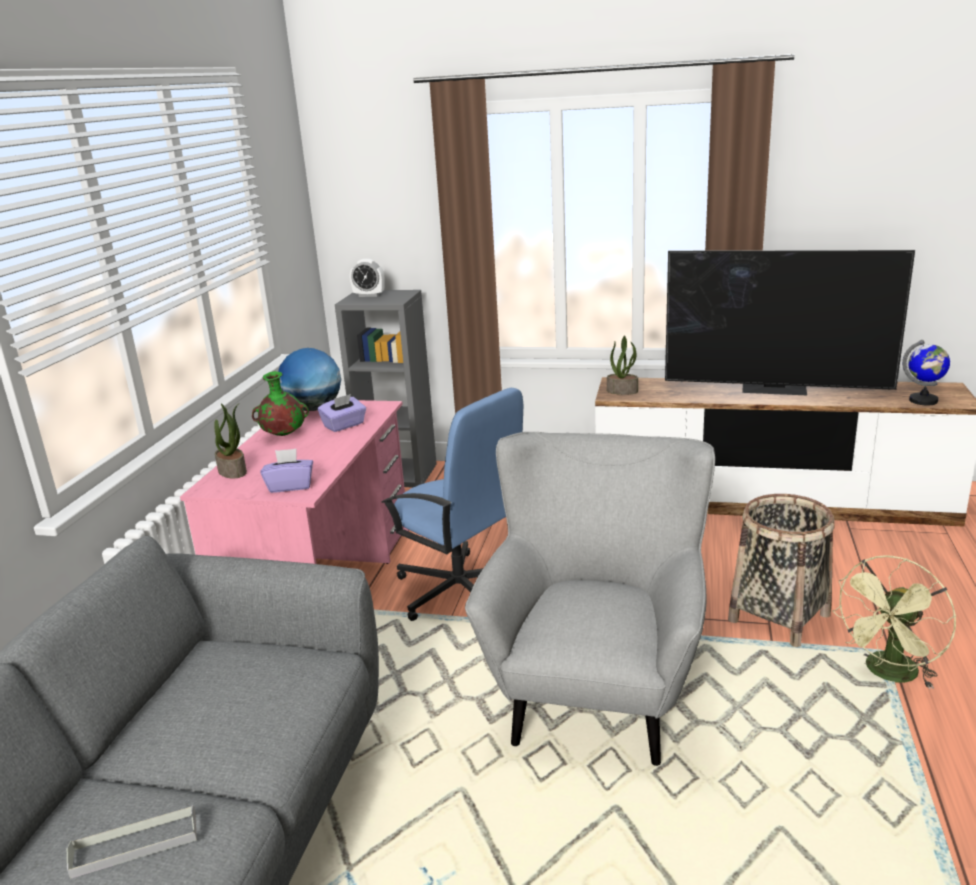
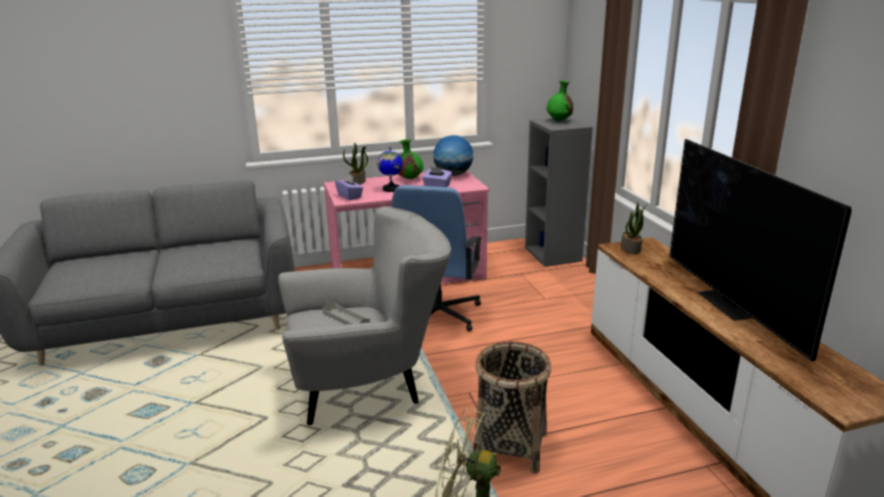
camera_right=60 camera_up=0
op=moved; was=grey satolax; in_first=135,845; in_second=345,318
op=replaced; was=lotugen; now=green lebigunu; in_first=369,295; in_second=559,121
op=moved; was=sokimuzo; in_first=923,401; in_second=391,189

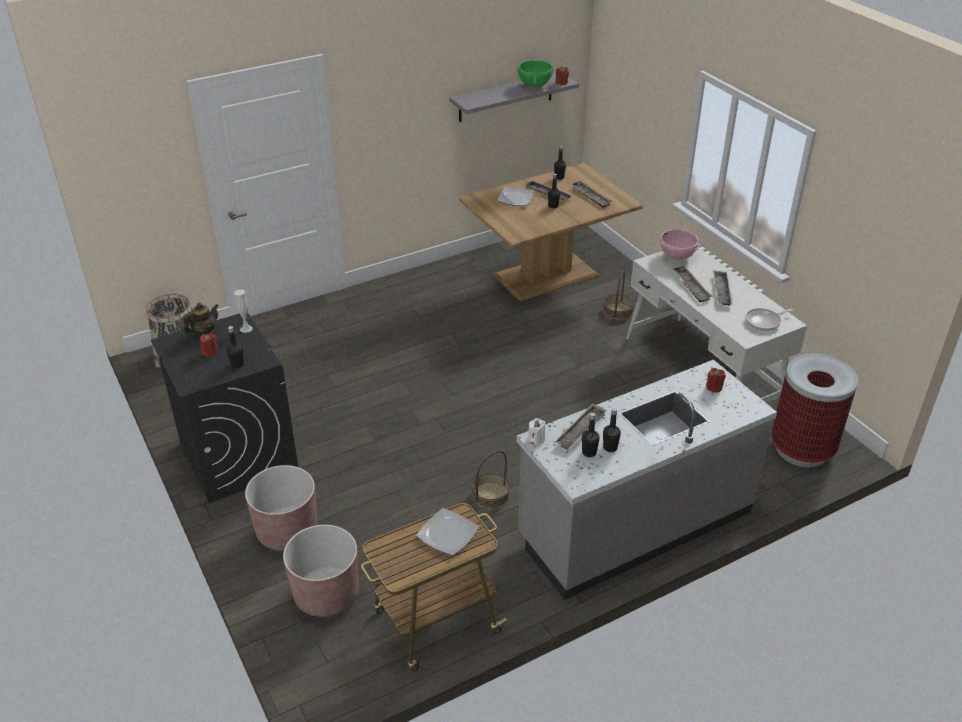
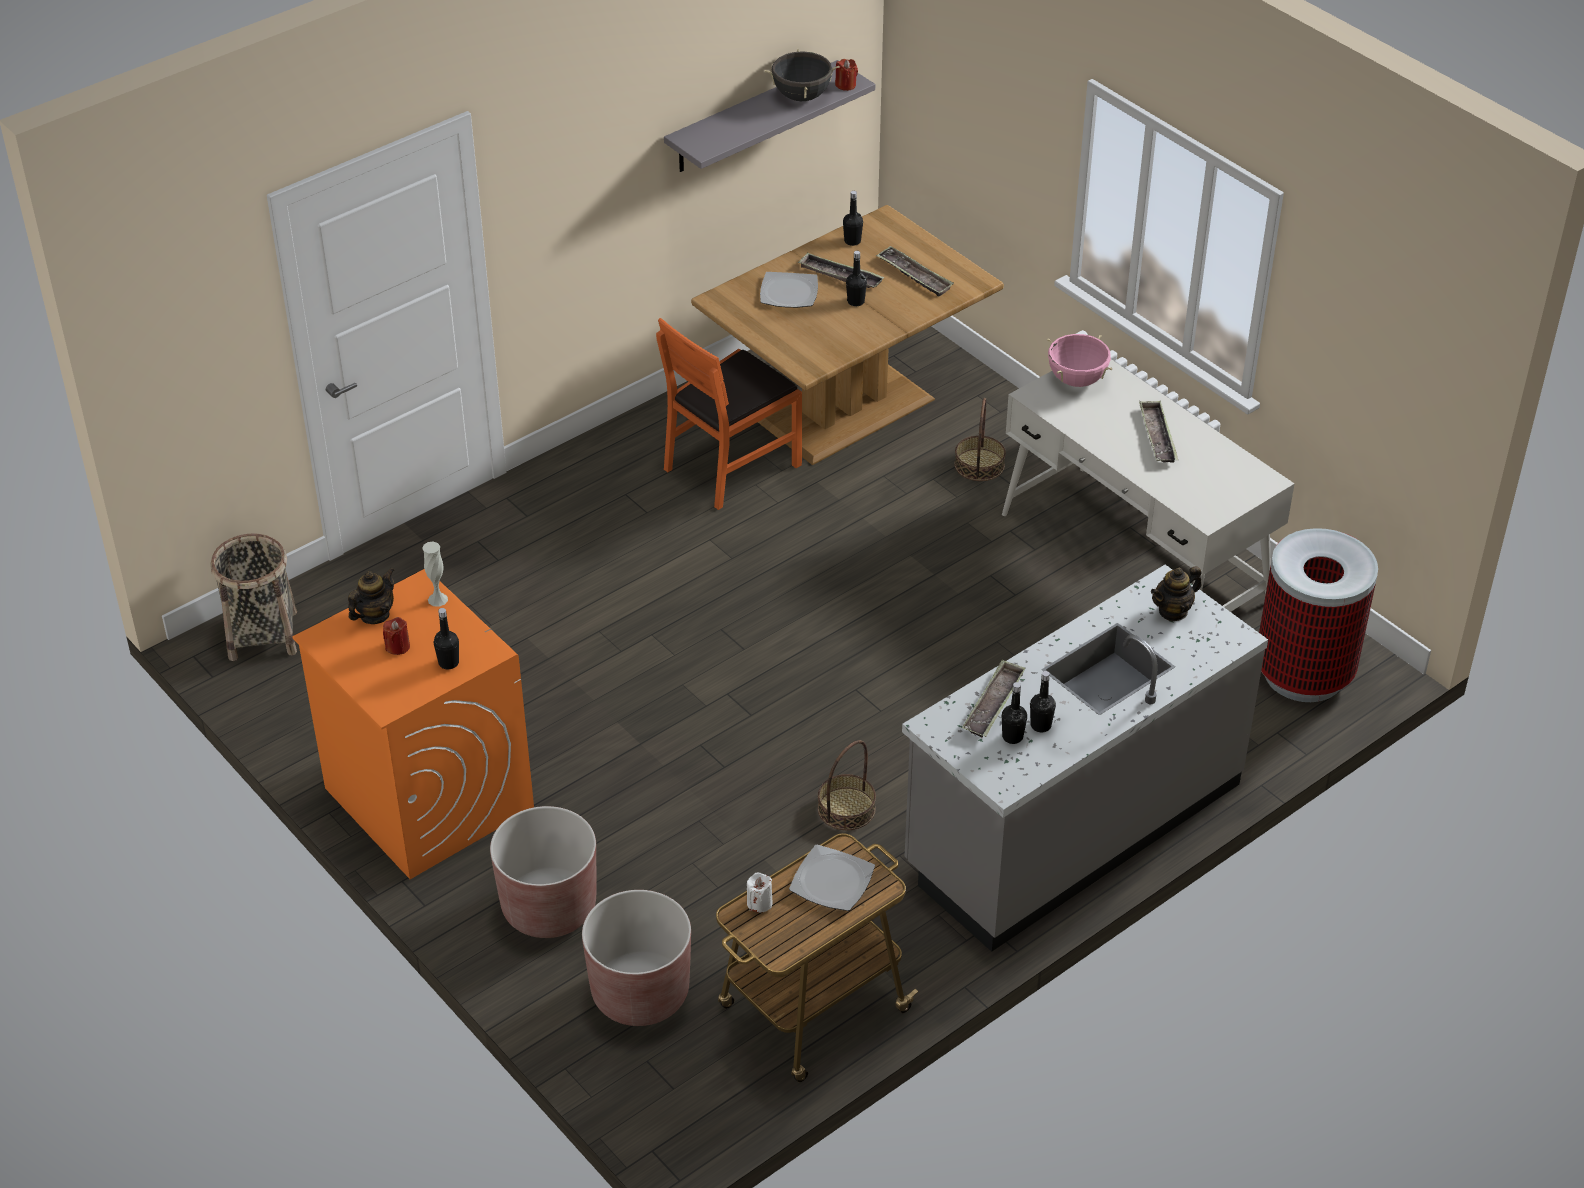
camera_right=-10 camera_up=5
op=recoloured; was=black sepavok; now=orange sepavok; in_first=237,456; in_second=427,797
op=recoloured; was=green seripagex; now=black seripagex; in_first=534,85; in_second=802,96
op=moved; was=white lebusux; in_first=536,439; in_second=759,903
op=removed; was=satolax; in_first=691,286
op=replaced; was=red lebusux; now=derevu; in_first=714,387; in_second=1173,611
op=removed; was=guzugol; in_first=764,322
op=added; now=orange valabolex; in_second=731,465

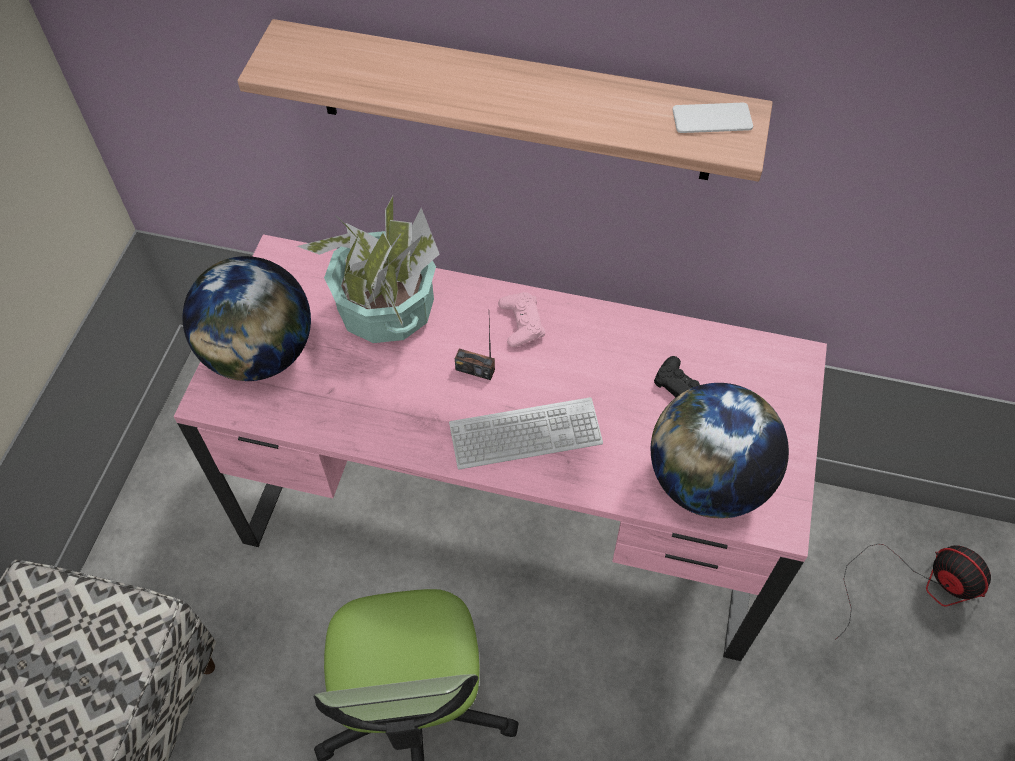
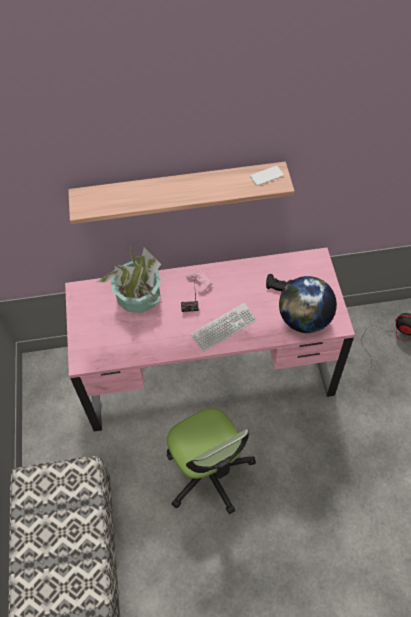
camera_right=-20 camera_up=0
op=removed; was=sokimuzo; in_first=260,354

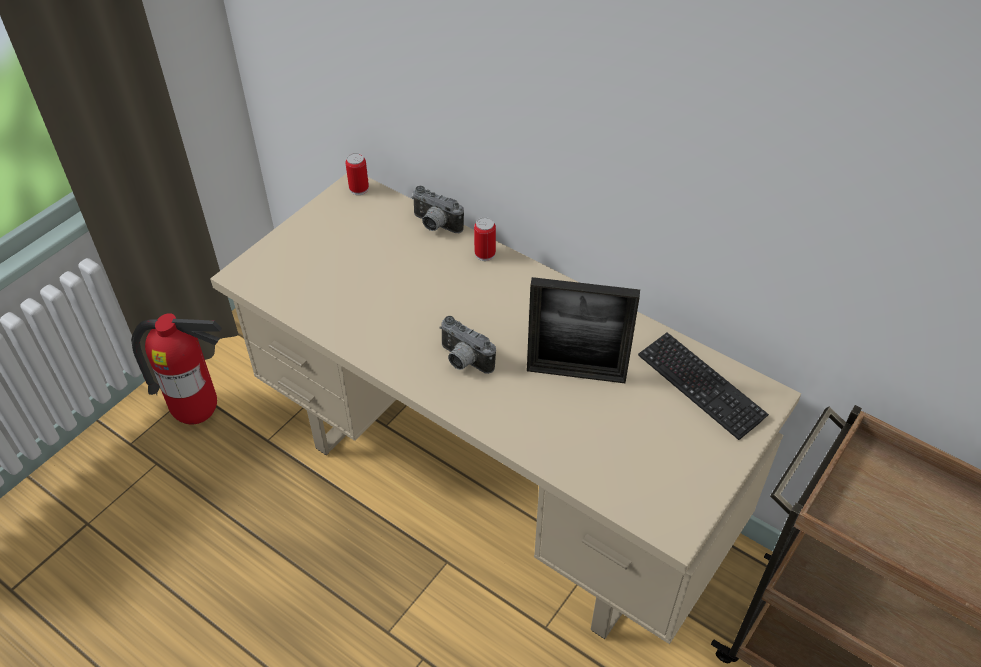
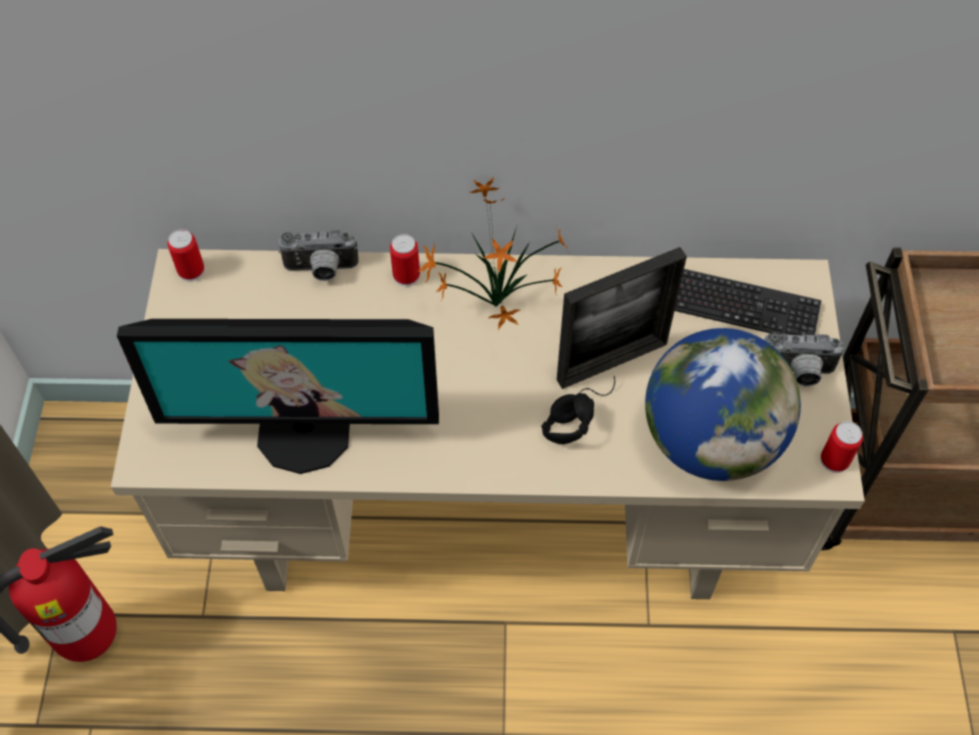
camera_right=-35 camera_up=10
op=moved; was=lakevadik; in_first=463,361; in_second=796,373
op=added; now=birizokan; in_second=304,433
op=added; now=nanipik; in_second=491,305
op=added; now=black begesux; in_second=576,412
op=added; now=sokimuzo; in_second=710,440
op=added; now=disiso; in_second=834,460

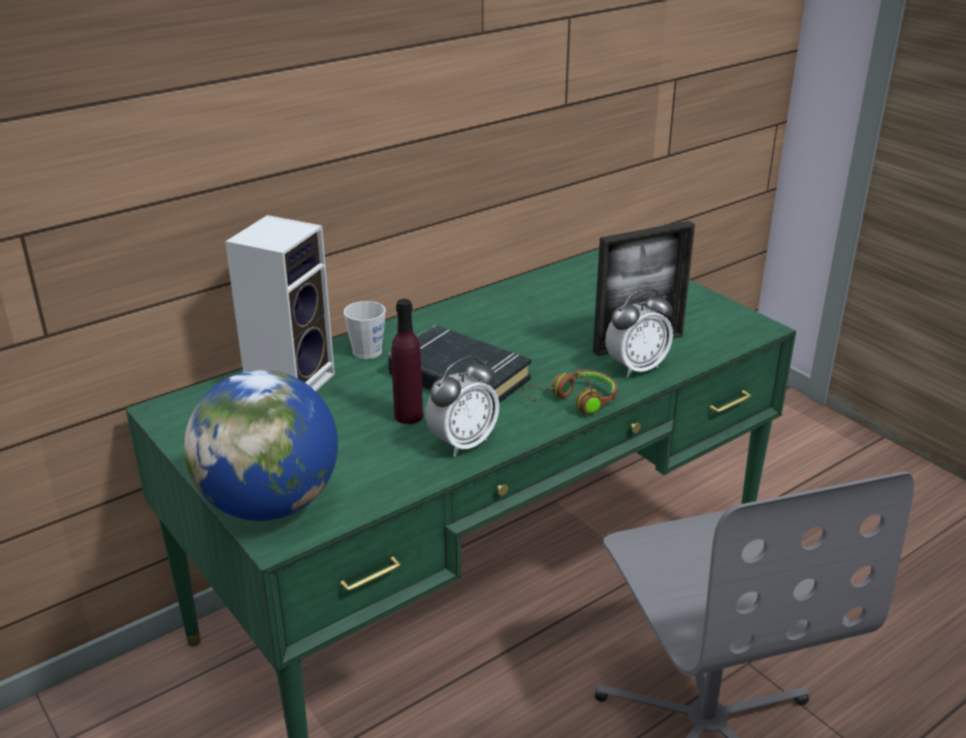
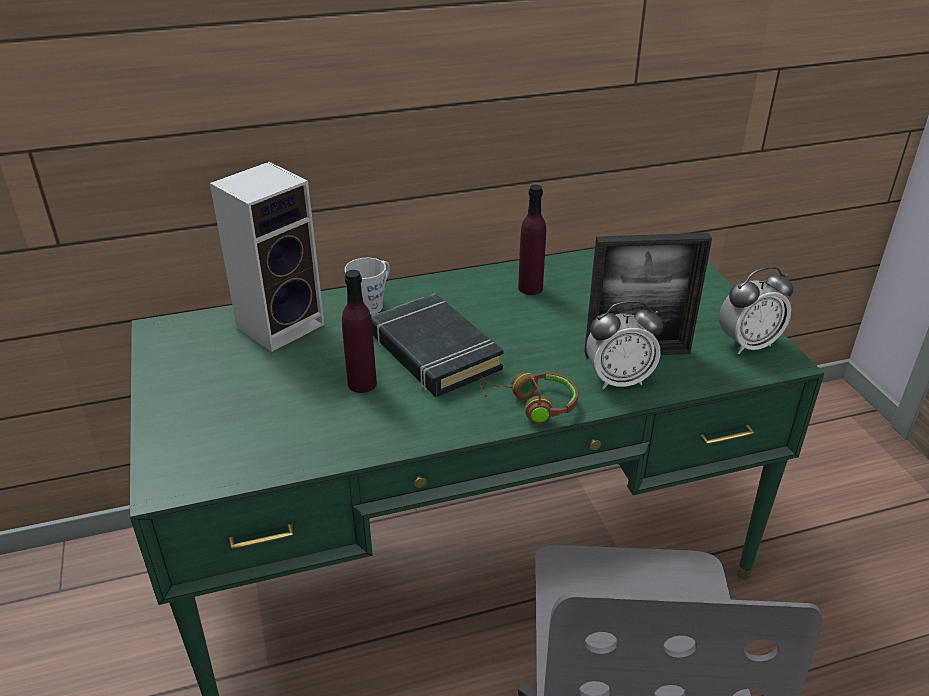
camera_right=20 camera_up=5
op=removed; was=sokimuzo; in_first=269,504
op=moved; was=lotugen; in_first=462,443; in_second=747,344
op=added; now=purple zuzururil; in_second=530,288

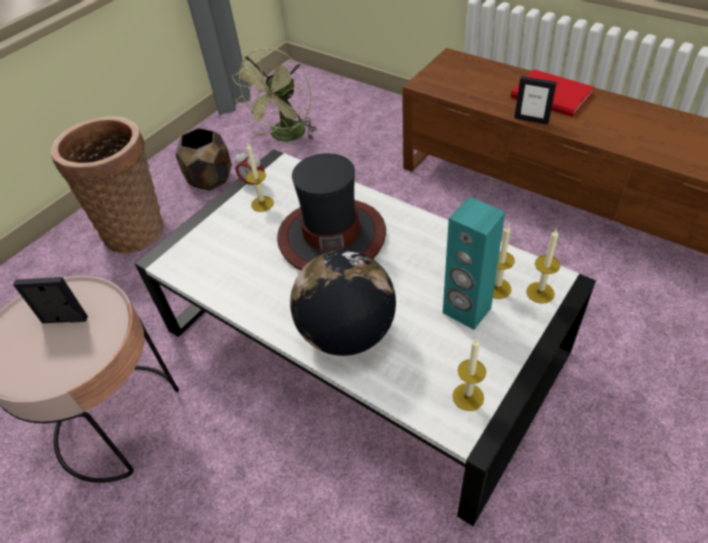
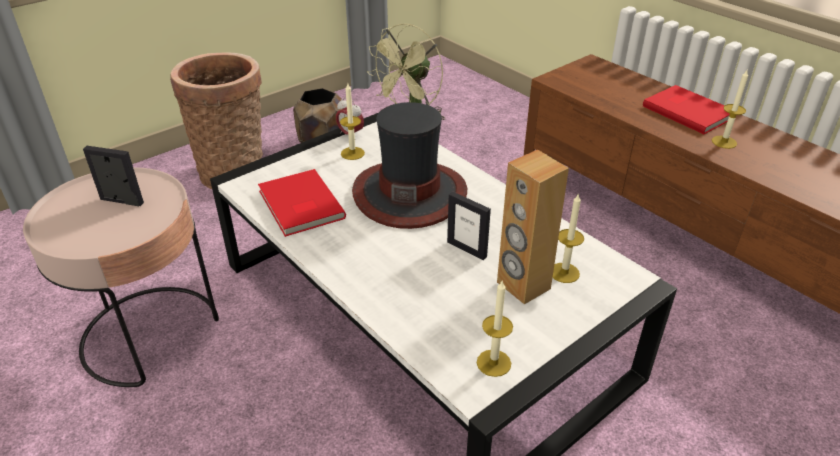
camera_right=10 camera_up=-10
op=removed; was=sokimuzo; in_first=347,333
op=recoloured; was=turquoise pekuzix; now=brown pekuzix; in_first=466,311; in_second=523,286
op=moved; was=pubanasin; in_first=531,120; in_second=467,249
op=moved; was=lebusux; in_first=540,292; in_second=724,142
op=added; now=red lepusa; in_second=299,206

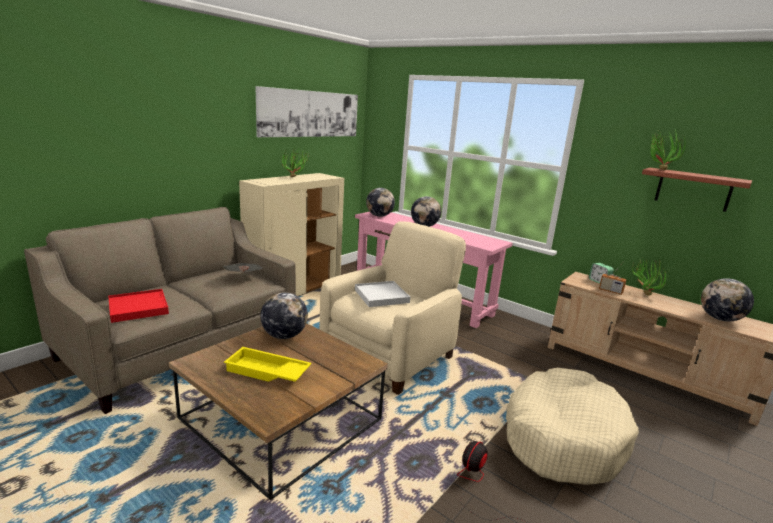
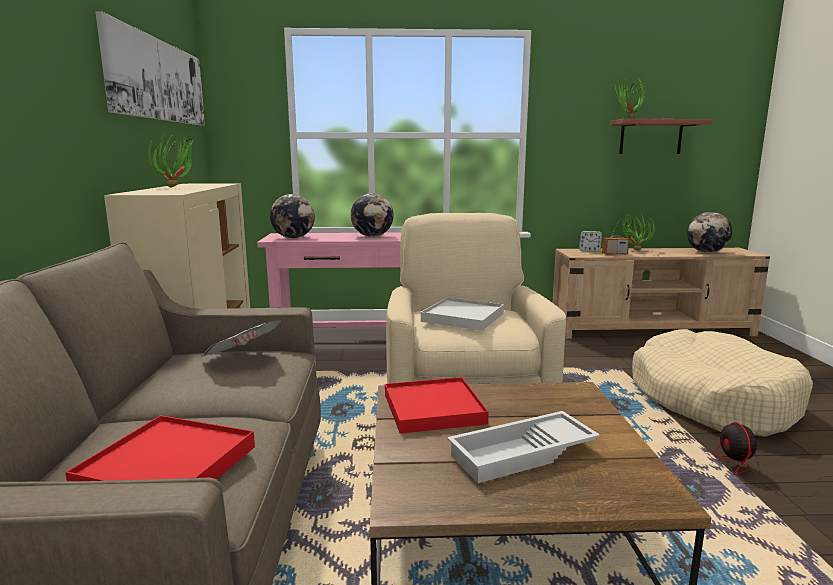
camera_right=-40 camera_up=-5
op=recoloured; was=yellow satolax; now=white satolax; in_first=266,372; in_second=523,455
op=replaced; was=sokimuzo; now=red satolax; in_first=284,336; in_second=433,409

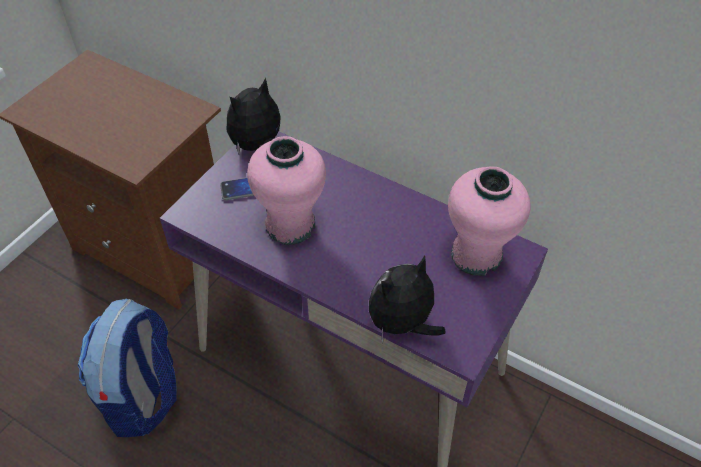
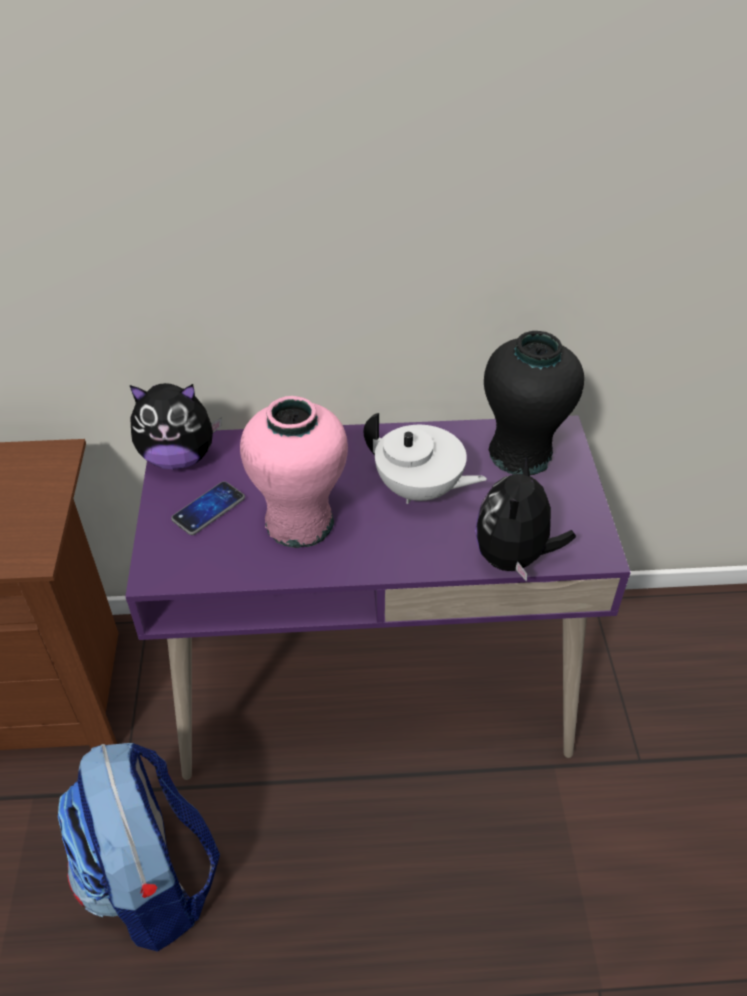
camera_right=-35 camera_up=-5
op=turned; was=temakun; in_first=258,146; in_second=179,457; clockwise=-105
op=recoloured; was=pink lebigunu; now=black lebigunu; in_first=477,254; in_second=520,453
op=added; now=white derevu; in_second=419,490

